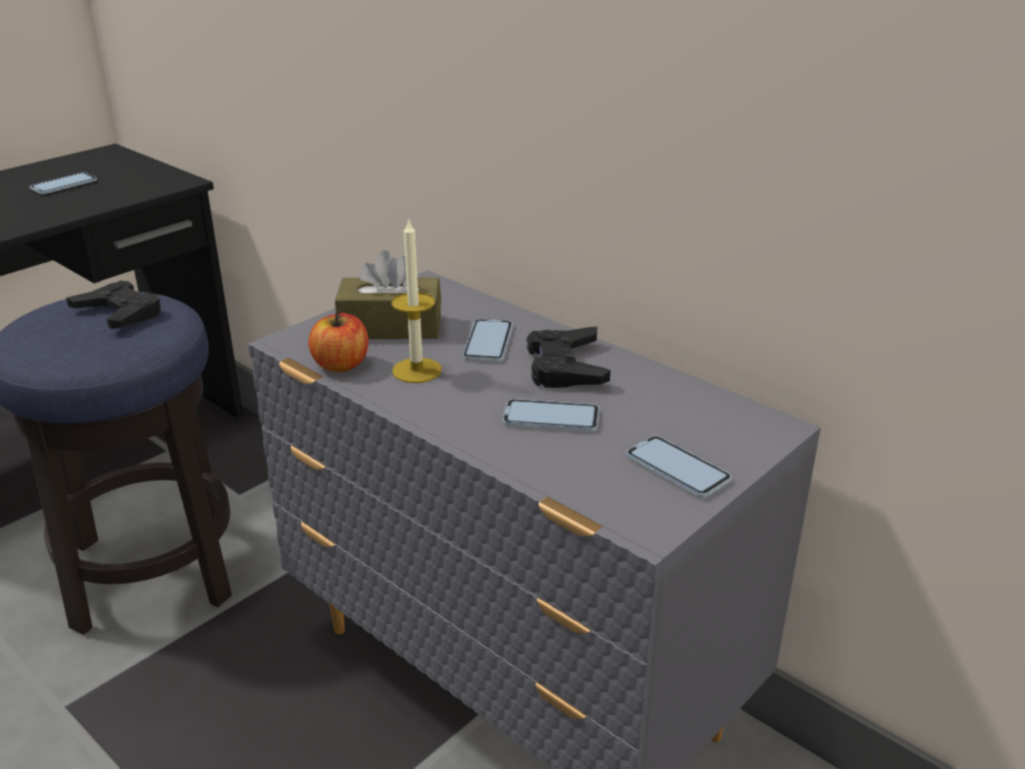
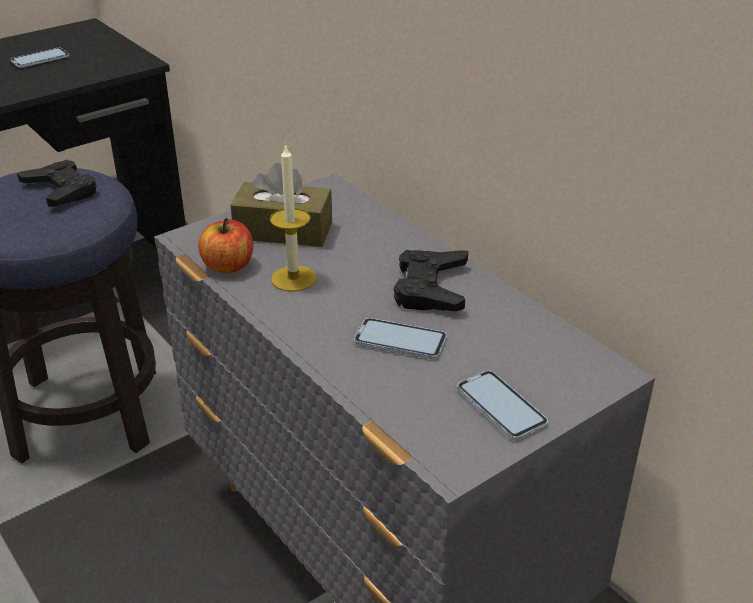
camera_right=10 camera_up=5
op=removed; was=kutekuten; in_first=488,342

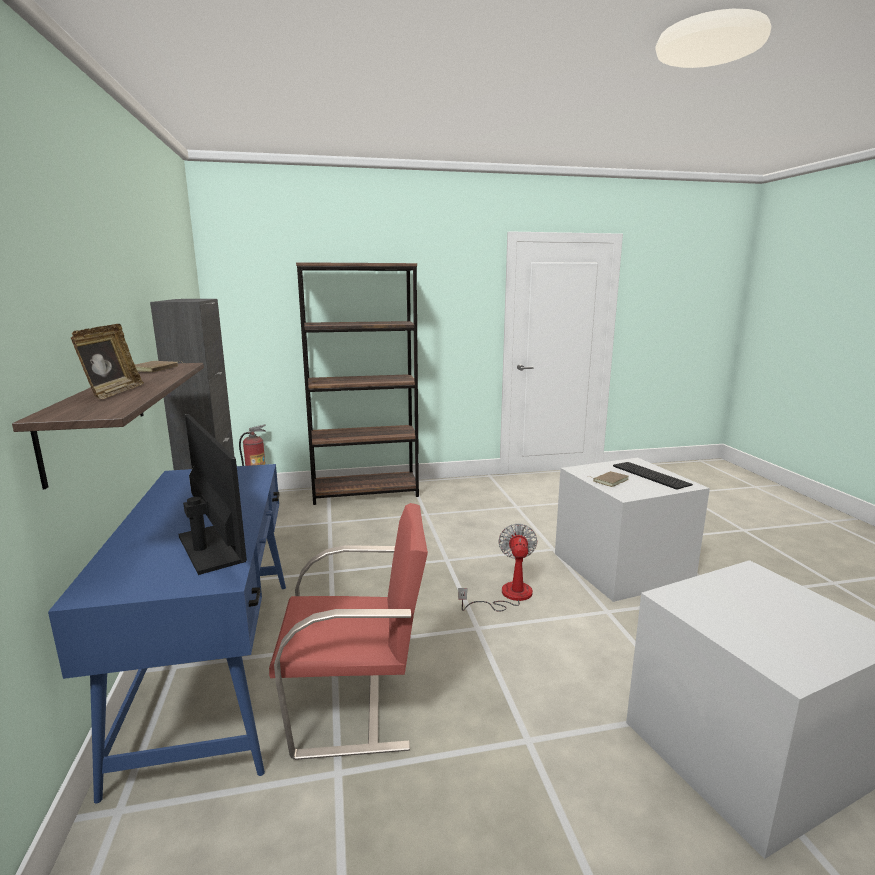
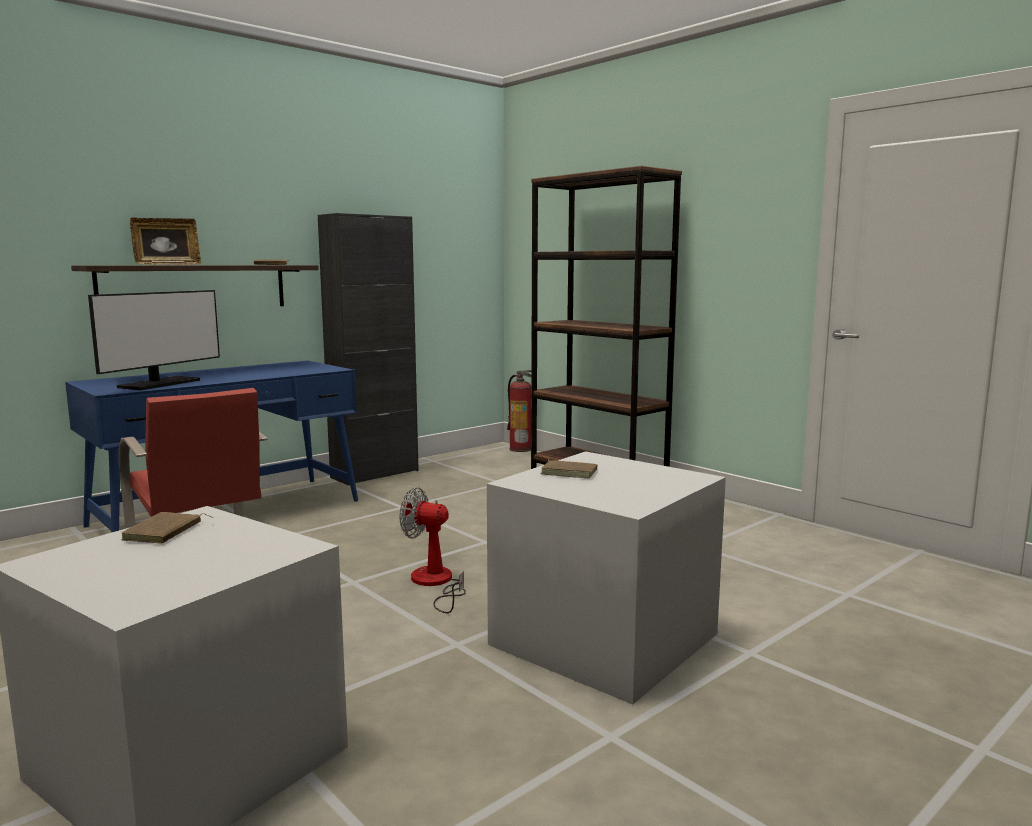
camera_right=60 camera_up=-5
op=turned; was=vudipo; in_first=507,596; in_second=435,584; clockwise=-135
op=removed; was=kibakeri; in_first=649,475
op=added; now=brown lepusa; in_second=164,532

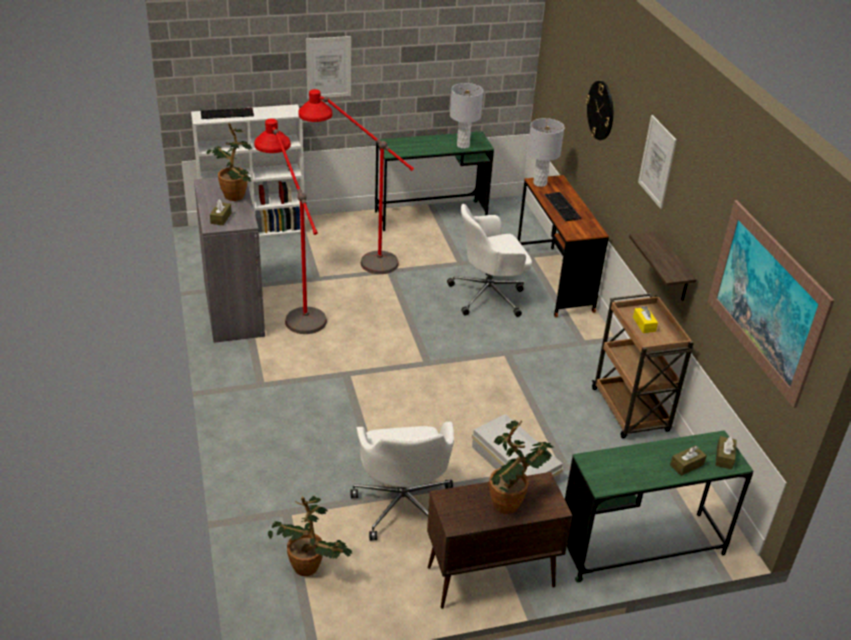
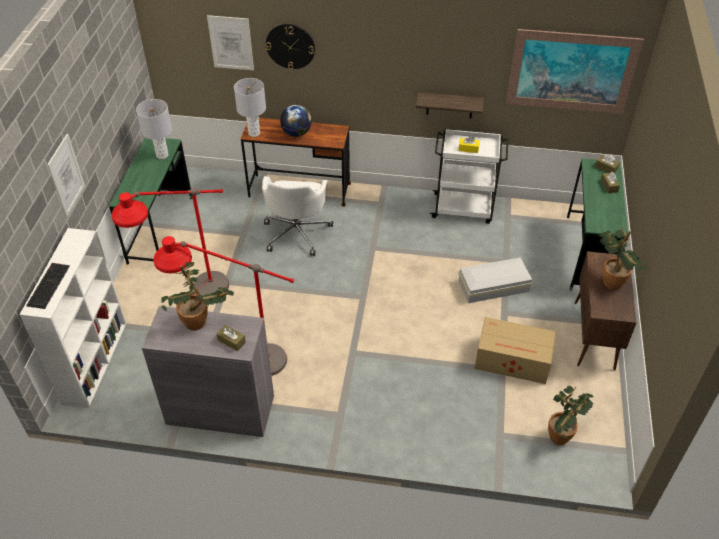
camera_right=-65 camera_up=10
op=replaced; was=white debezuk; now=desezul; in_first=403,504; in_second=513,360
op=replaced; was=kibakeri; now=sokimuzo; in_first=563,207; in_second=296,133
op=recoloured; was=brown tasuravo; now=white tasuravo; in_first=631,411; in_second=464,208
op=moved; was=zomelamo; in_first=657,161; in_second=231,43

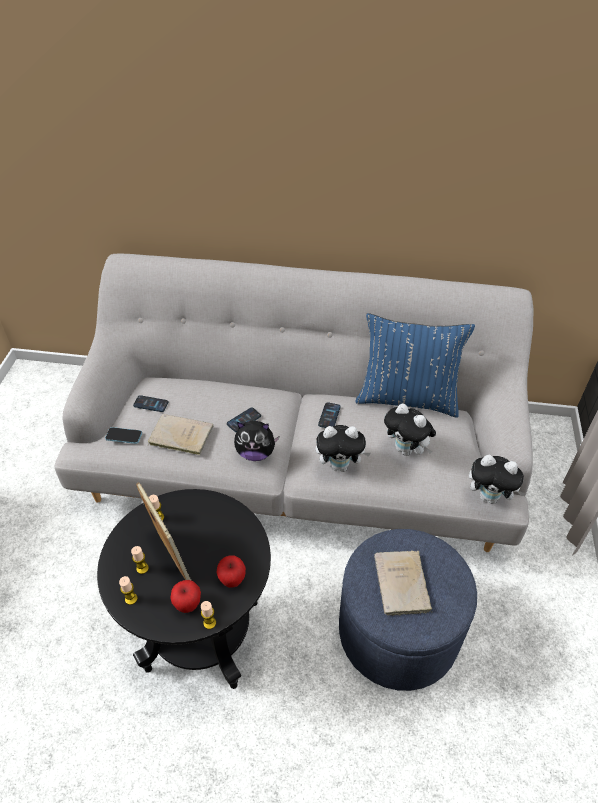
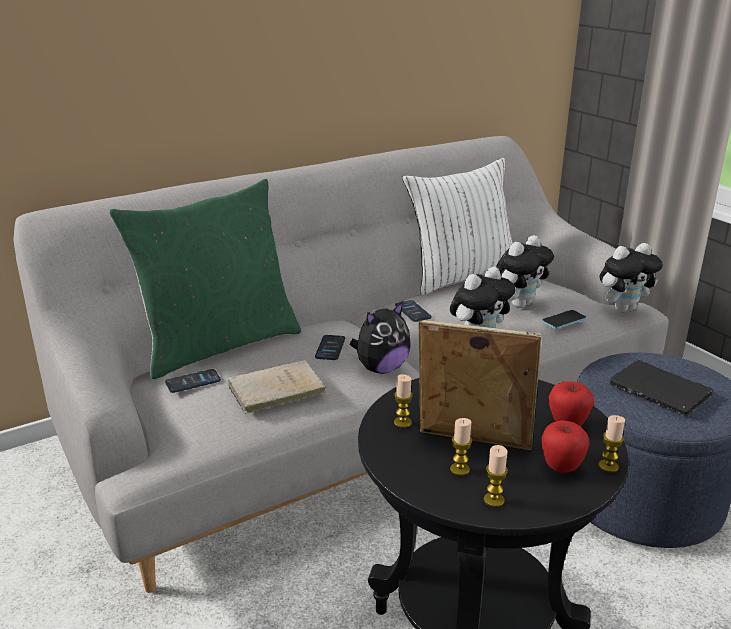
camera_right=-40 camera_up=-20
op=moved; was=kutekuten; in_first=124,436; in_second=563,321
op=recoloured; was=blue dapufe; now=white dapufe; in_first=407,398; in_second=461,276
op=recoloured; was=beige lepusa; now=black lepusa; in_first=402,585; in_second=662,392
op=turned; was=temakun; in_first=406,450; in_second=519,304; clockwise=-45
op=added; now=green dapufe; in_second=218,344

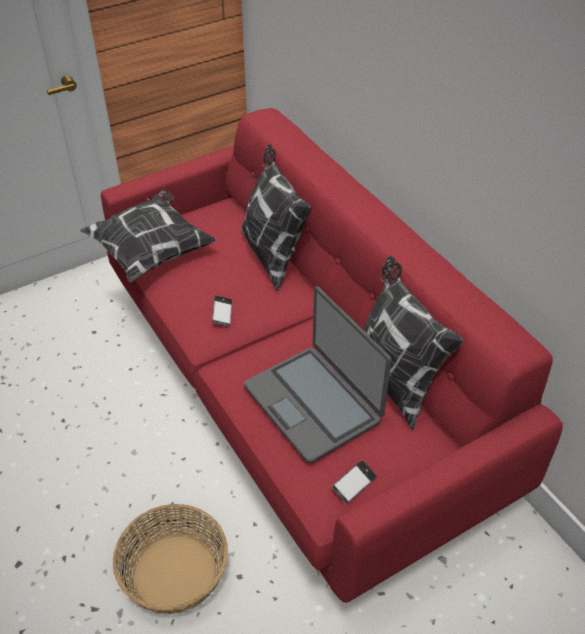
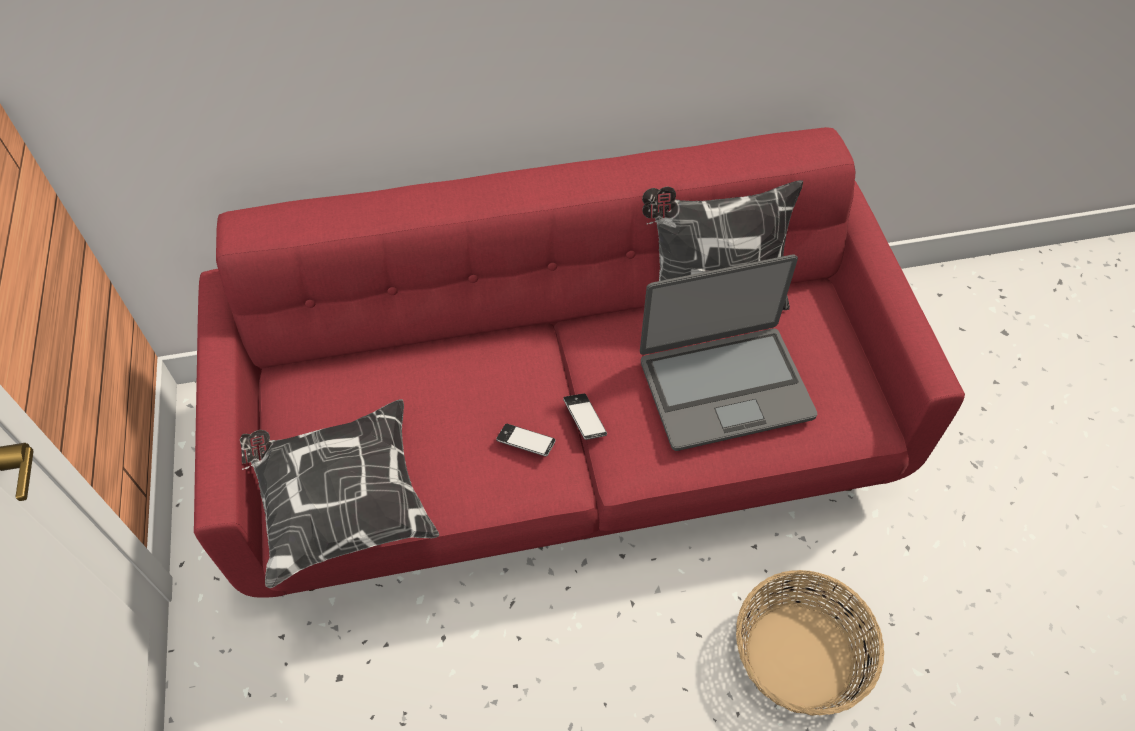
camera_right=-70 camera_up=10
op=removed; was=dapufe; in_first=273,255
op=moved; was=kutekuten; in_first=354,484; in_second=584,419

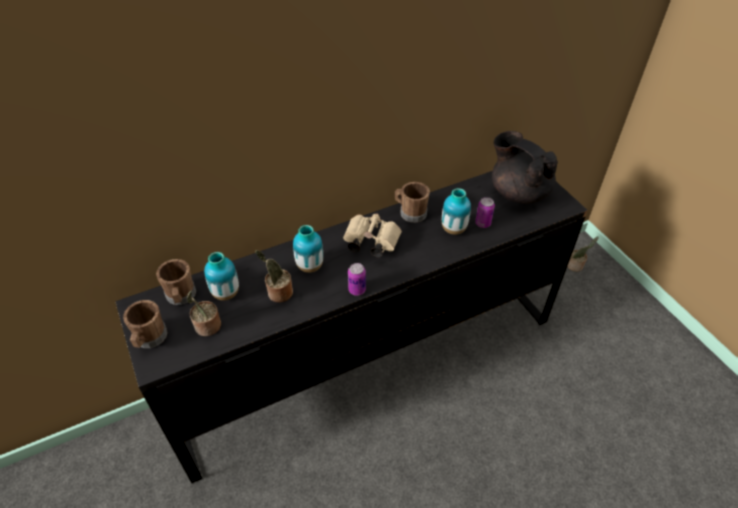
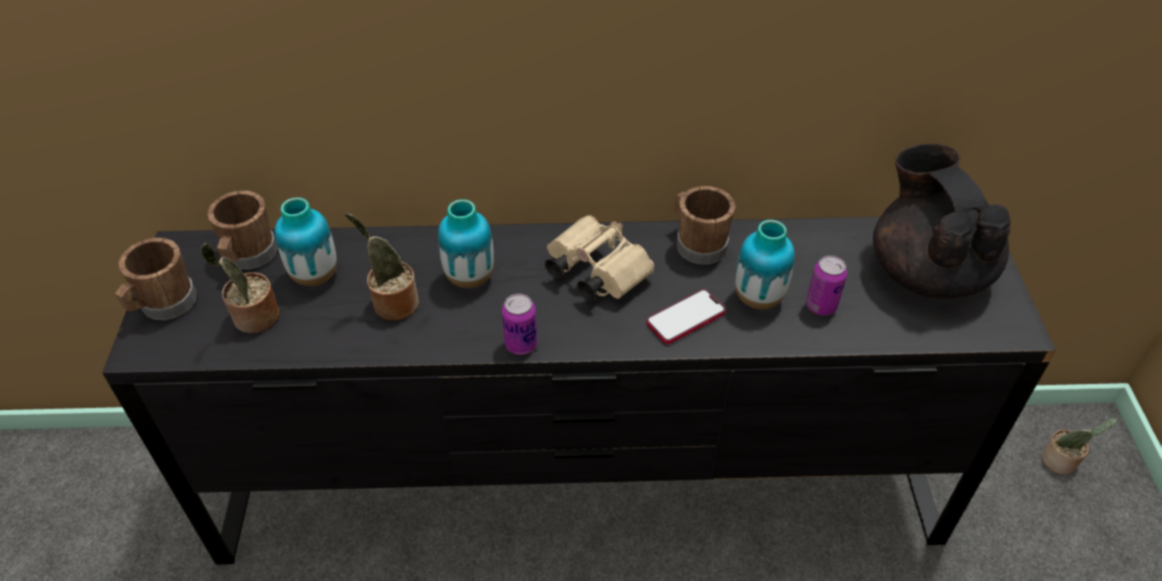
camera_right=25 camera_up=0
op=added; now=kutekuten; in_second=685,318

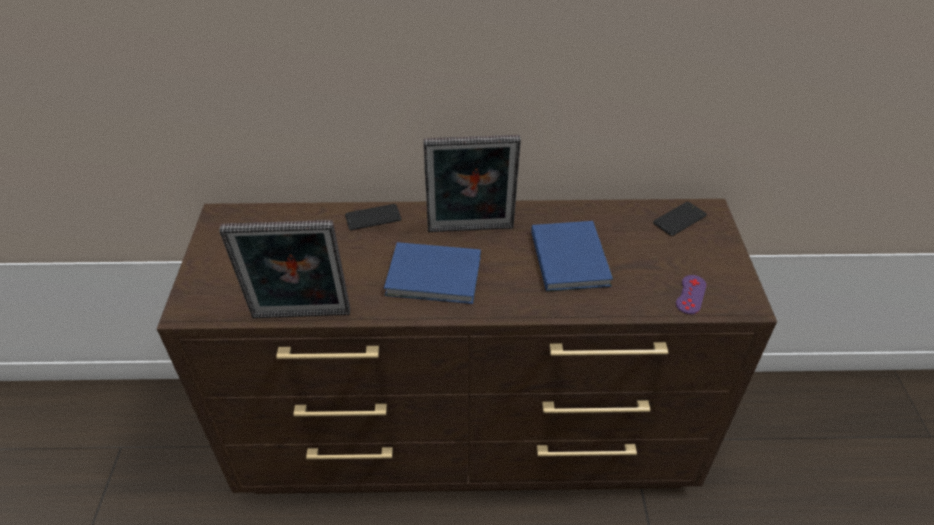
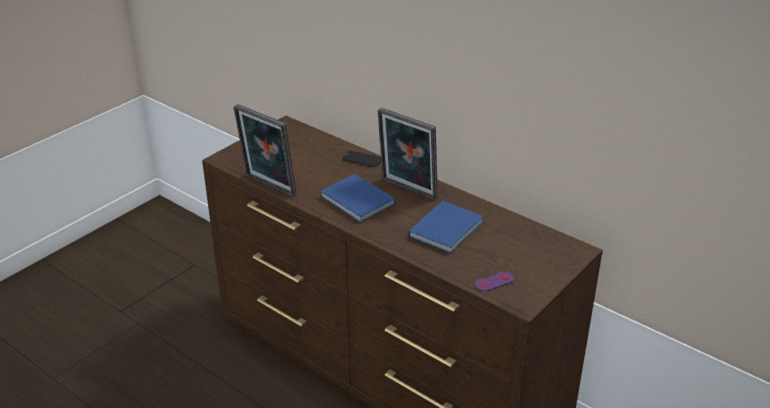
camera_right=40 camera_up=-10
op=removed; was=kutekuten; in_first=679,219

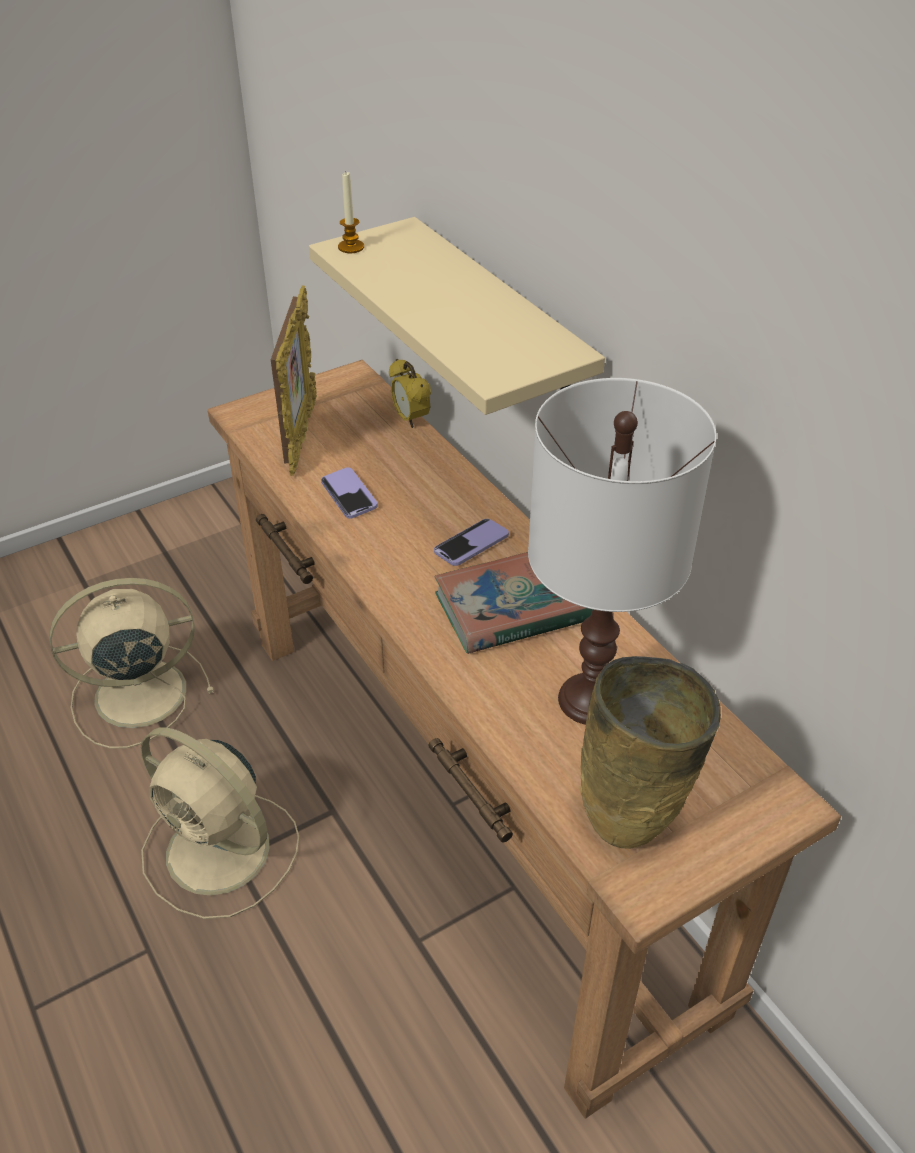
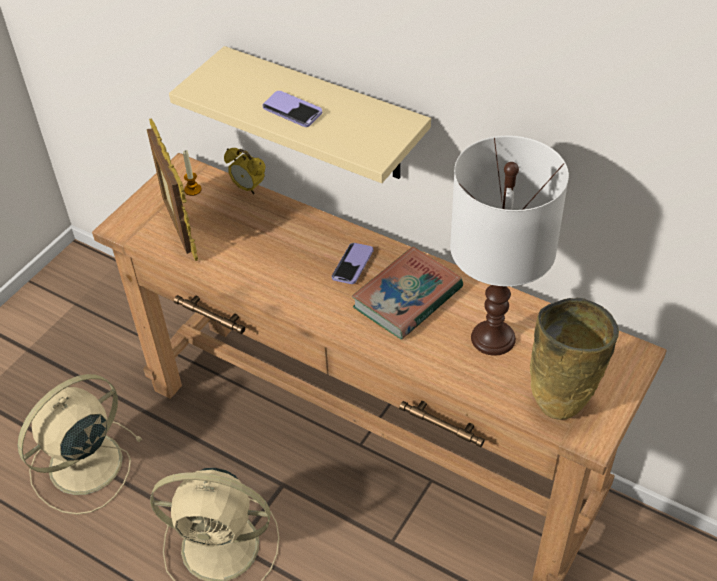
camera_right=-25 camera_up=5
op=moved; was=kutekuten; in_first=349,495; in_second=292,110
op=moved; was=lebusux; in_first=351,247; in_second=193,190

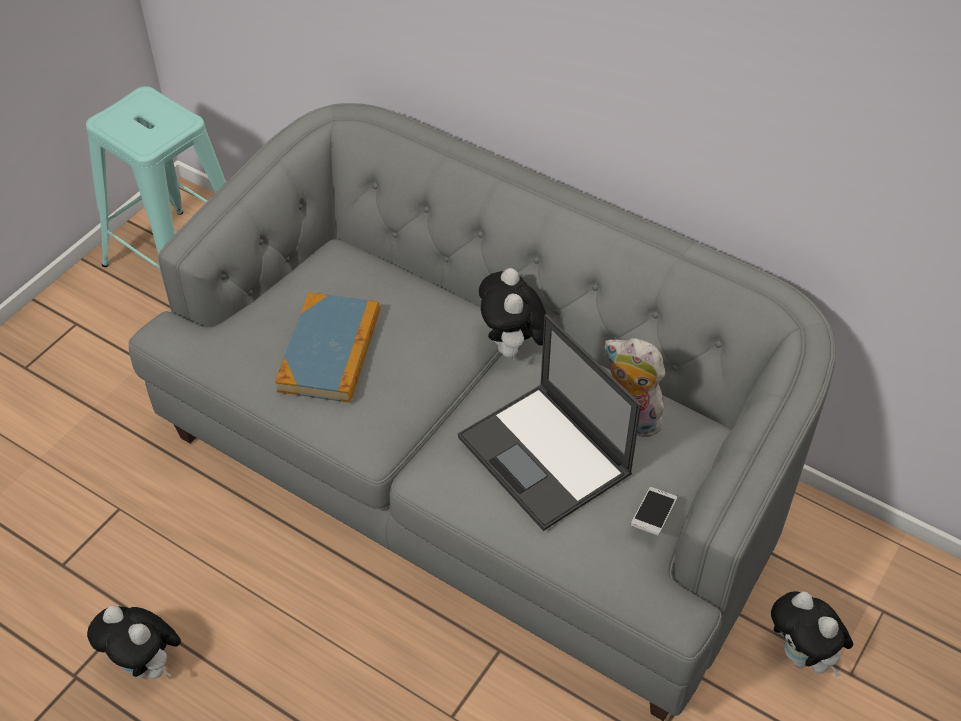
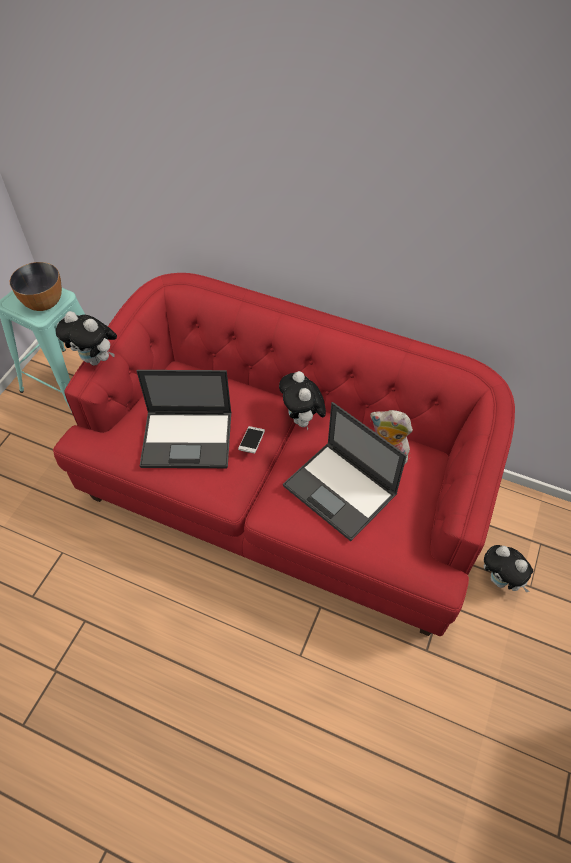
camera_right=-10 camera_up=5
op=moved; was=temakun; in_first=147,665; in_second=96,359
op=recoloured; was=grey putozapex; now=red putozapex; in_first=479,474; in_second=285,494
op=replaced; was=lepusa; now=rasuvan; in_first=330,351; in_second=188,439
op=moved; was=kutekuten; in_first=653,516; in_second=252,443
op=added; now=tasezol; in_second=43,303

